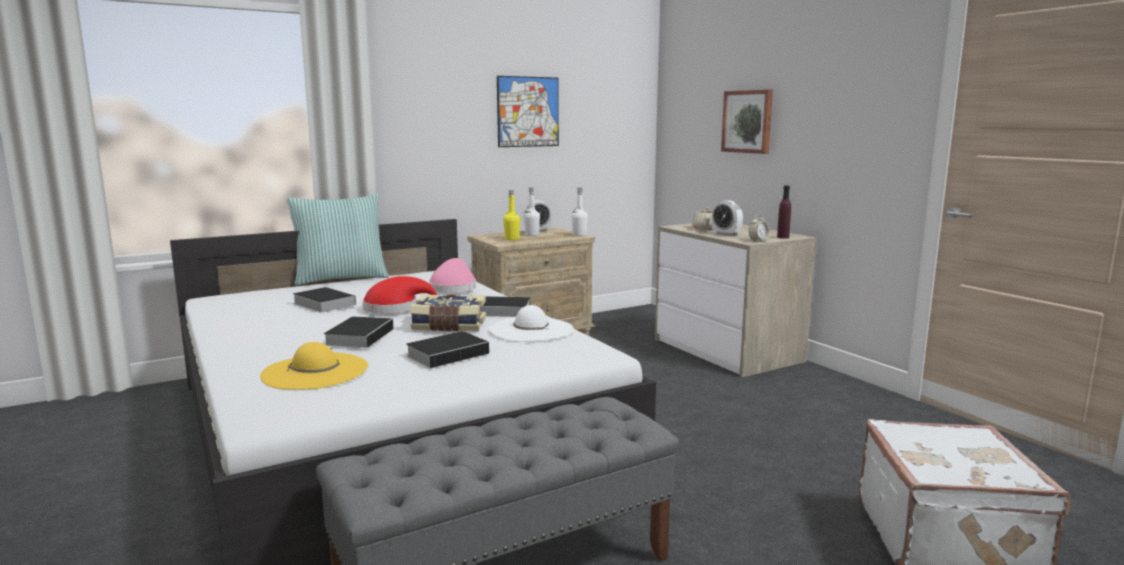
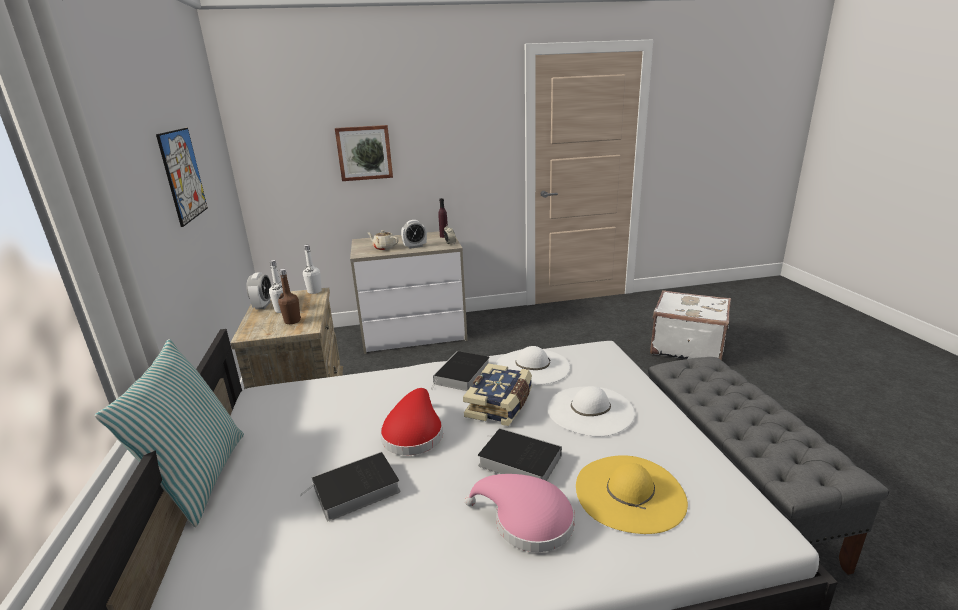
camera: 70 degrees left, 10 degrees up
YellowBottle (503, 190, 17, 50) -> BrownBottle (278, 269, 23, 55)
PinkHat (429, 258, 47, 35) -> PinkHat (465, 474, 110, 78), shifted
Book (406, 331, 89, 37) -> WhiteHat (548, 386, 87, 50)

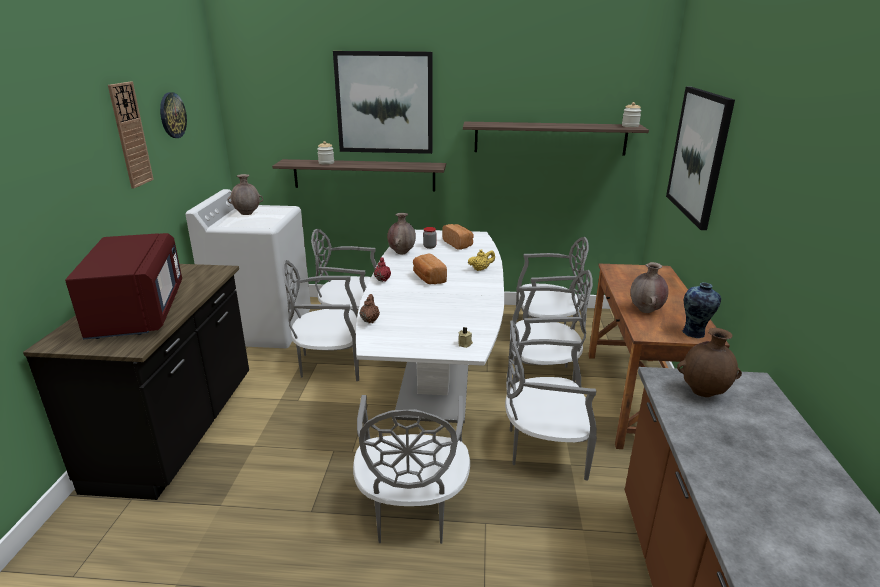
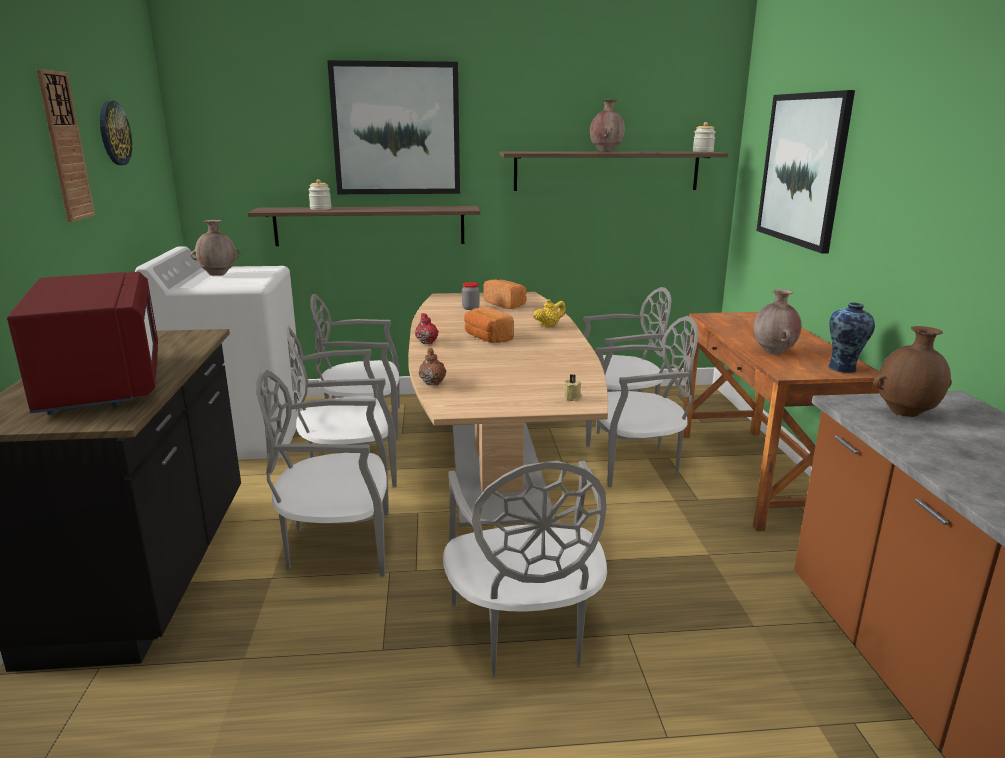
camera: 10 degrees left, 5 degrees down
GreyChair (505, 321, 92, 159) -> GreyChair (256, 370, 133, 207), shifted
WhiteDiningTable (356, 230, 148, 193) -> BrownDiningTable (408, 292, 200, 235)
BrownVase (387, 213, 29, 41) -> BrownVase (590, 100, 35, 52), shifted

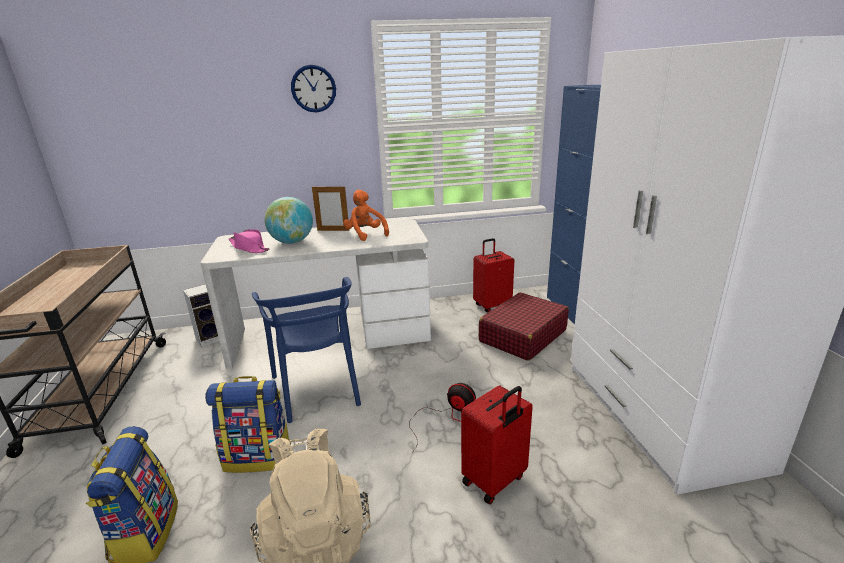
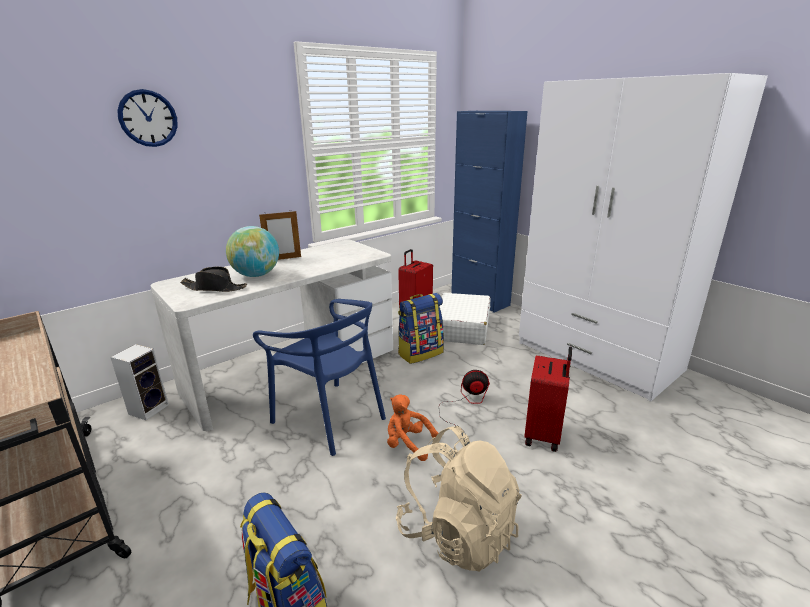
camera: 30 degrees left, 0 degrees up
WallClock (291, 65, 45, 48) -> WallClock (117, 89, 61, 58), shifted
PinkHat (229, 229, 41, 24) -> BlackHat (180, 266, 67, 26)
OrangePlushToy (343, 190, 46, 51) -> OrangePlushToy (387, 394, 51, 67), shifted
Backpack (205, 376, 86, 97) -> Backpack (398, 293, 46, 71), shifted
RedSuitcase (479, 292, 90, 69) -> WhiteSuitcase (440, 293, 50, 52)

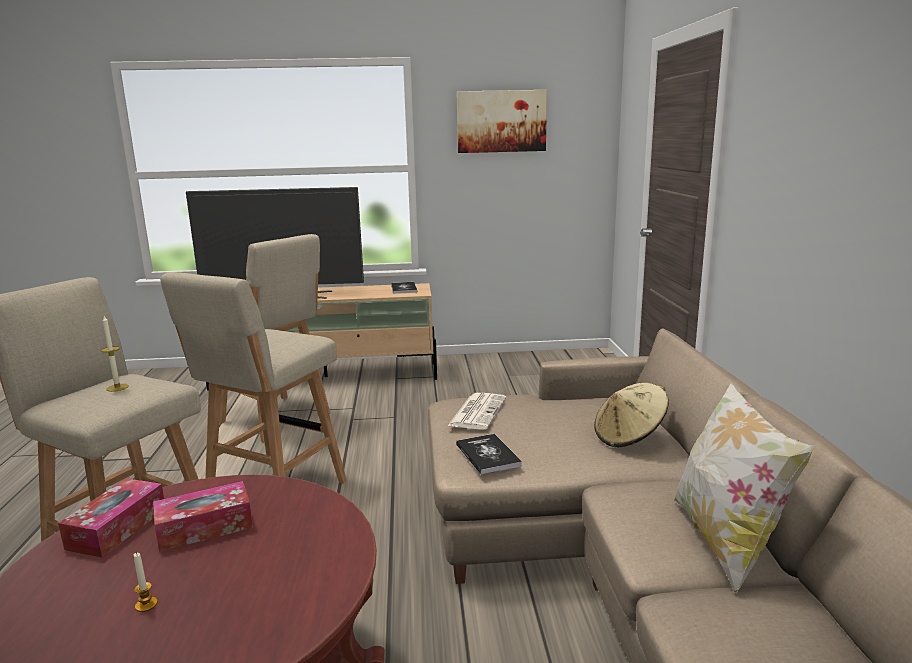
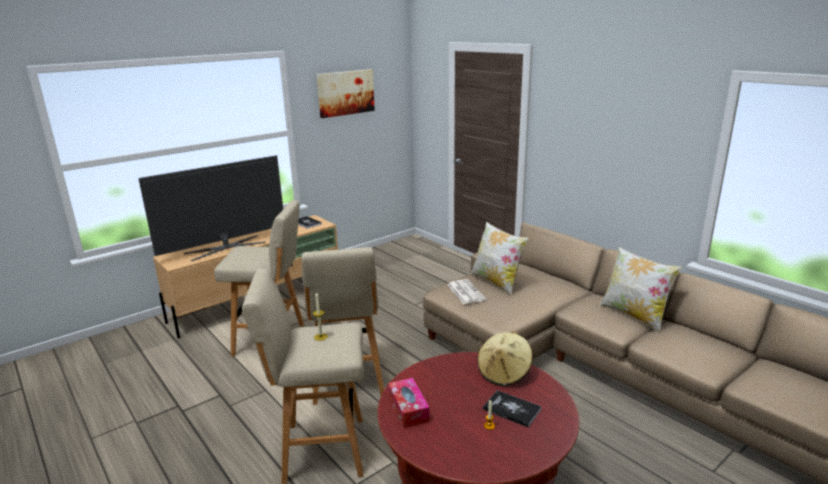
camera: 35 degrees left, 5 degrees up
none -> Pillow (471, 222, 58, 74)
BeigeHat (594, 383, 75, 65) -> BeigeHat (477, 332, 56, 54), shifted
Book (456, 434, 66, 41) -> Book (483, 390, 59, 37), shifted
TissueBox (153, 481, 100, 71) -> none

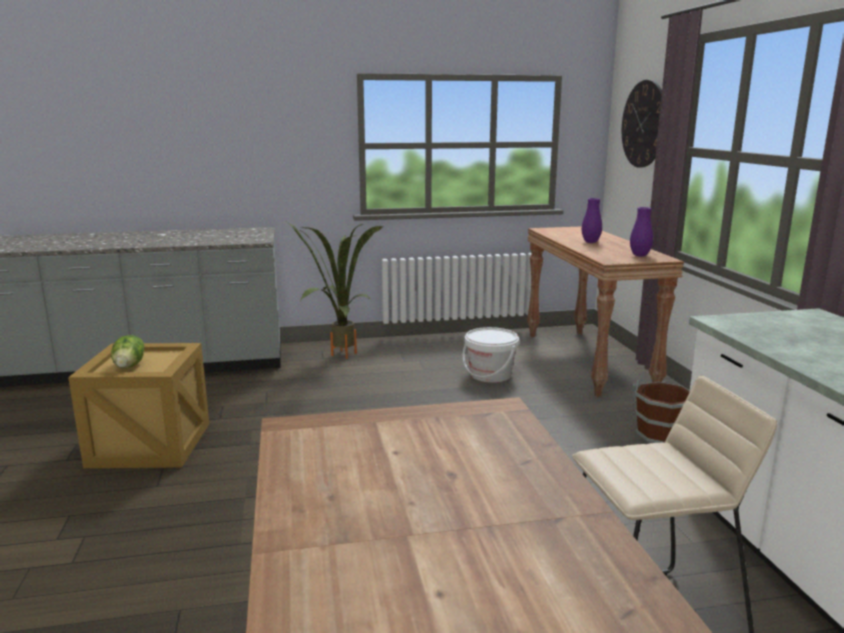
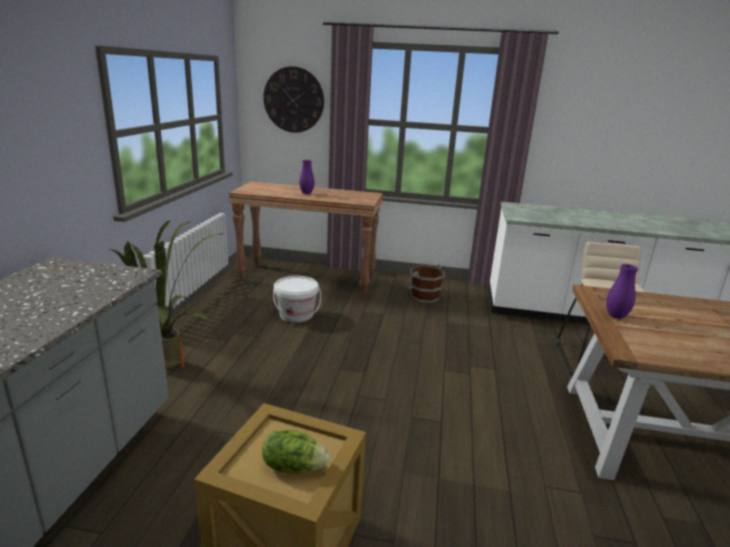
camera: 70 degrees left, 5 degrees up
PurpleVase (630, 207, 23, 50) -> PurpleVase (606, 264, 32, 55), shifted

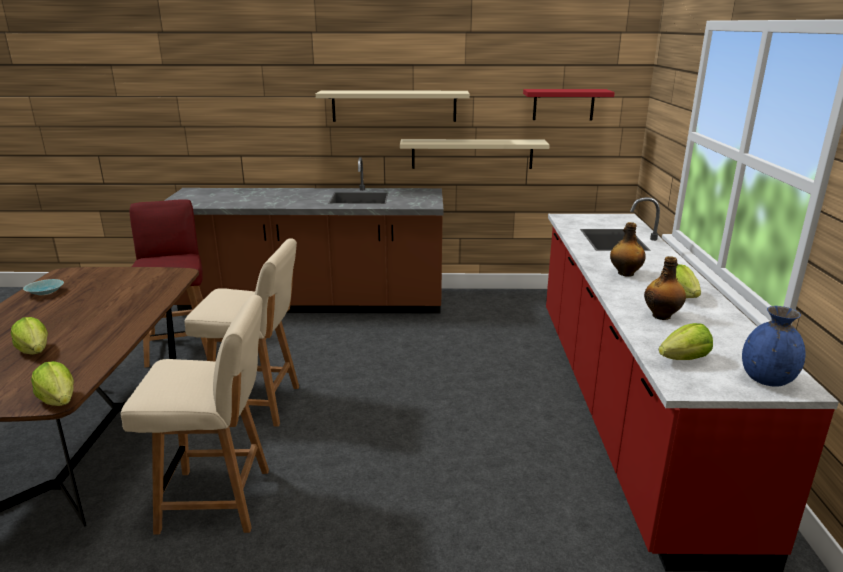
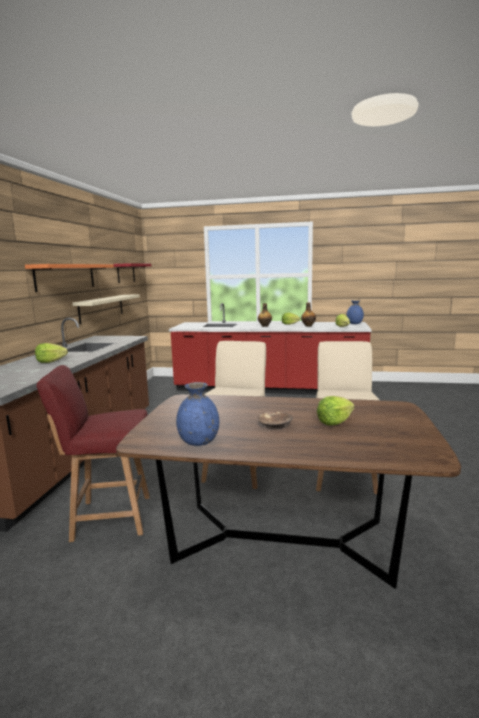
camera: 80 degrees left, 10 degrees down
BeigeShelf (316, 91, 154, 31) -> OrangeShelf (25, 264, 89, 28)
Lettuce (31, 361, 43, 45) -> Lettuce (35, 343, 33, 20), shifted
TurquoiseBowl (23, 279, 41, 16) -> BlueVase (176, 382, 43, 64)
none -> BrownBowl (258, 411, 35, 19)

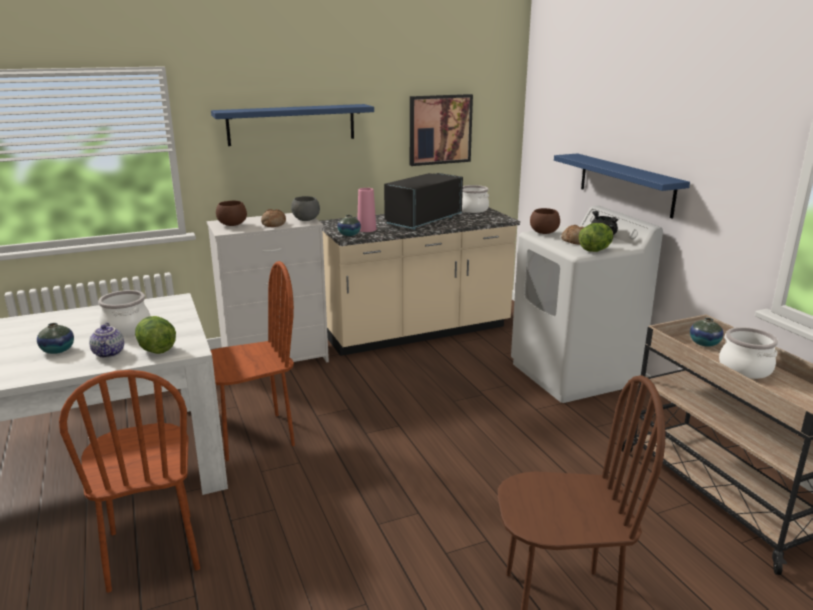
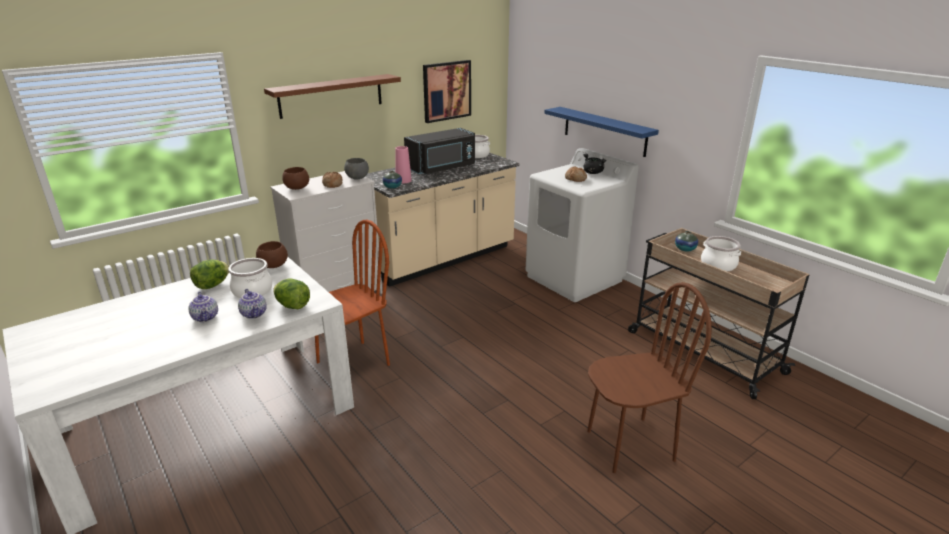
camera: 15 degrees left, 5 degrees up
Vase (37, 323, 37, 31) -> Teapot (188, 292, 30, 30)
Lettuce (579, 223, 34, 29) -> Lettuce (190, 259, 39, 30), shifted
BrownBowl (530, 208, 30, 26) -> BrownBowl (256, 241, 32, 27), shifted
BlueShelf (211, 104, 163, 42) -> BrownShelf (264, 74, 137, 45)
BlackMicrowave (384, 173, 79, 57) -> BlackMicrowave (404, 128, 71, 46), 150 degrees counterclockwise
BrownChair (59, 370, 141, 223) -> none

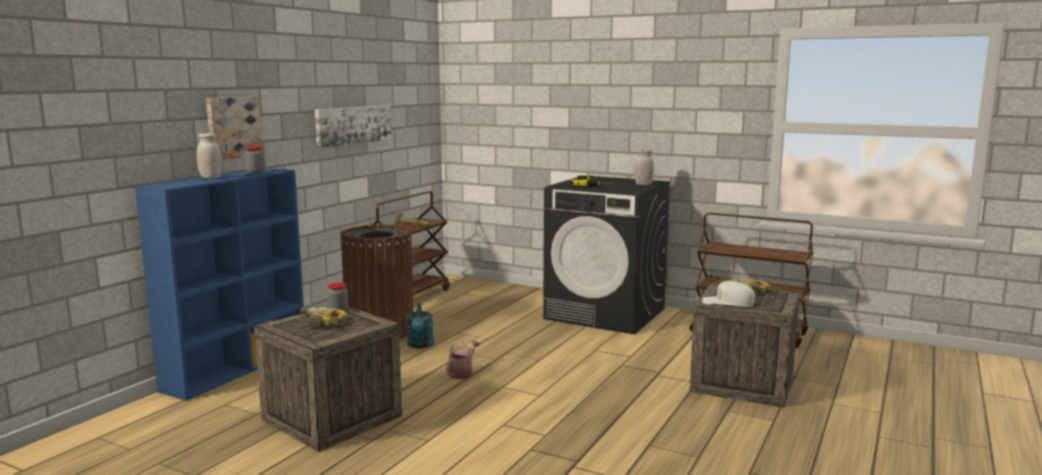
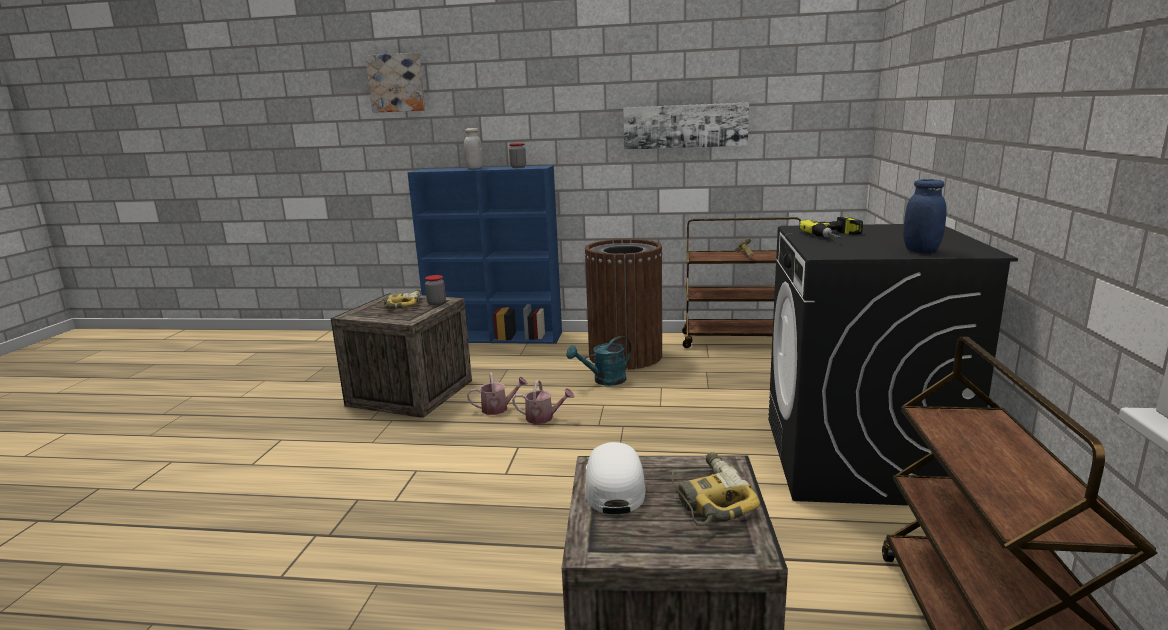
camera: 70 degrees right, 5 degrees up
Picture (206, 97, 56, 63) -> Picture (365, 53, 60, 60), shifted
none -> WateringCan (467, 372, 61, 43)
WhiteJar (634, 149, 20, 36) -> BlueJar (903, 179, 44, 74)

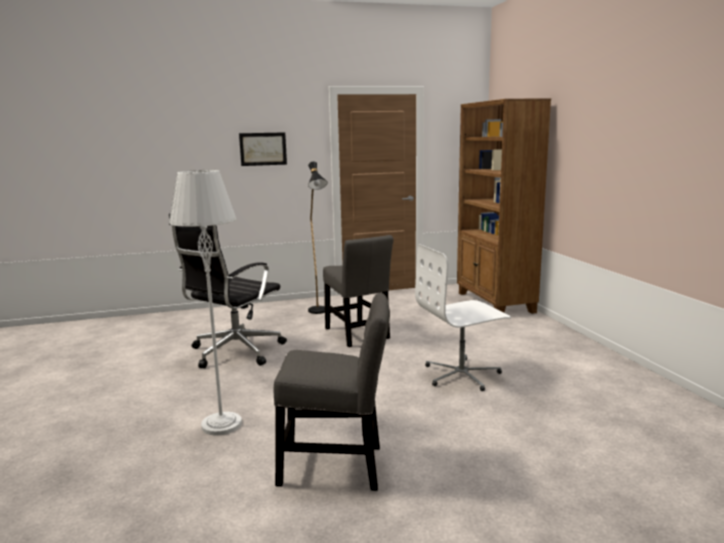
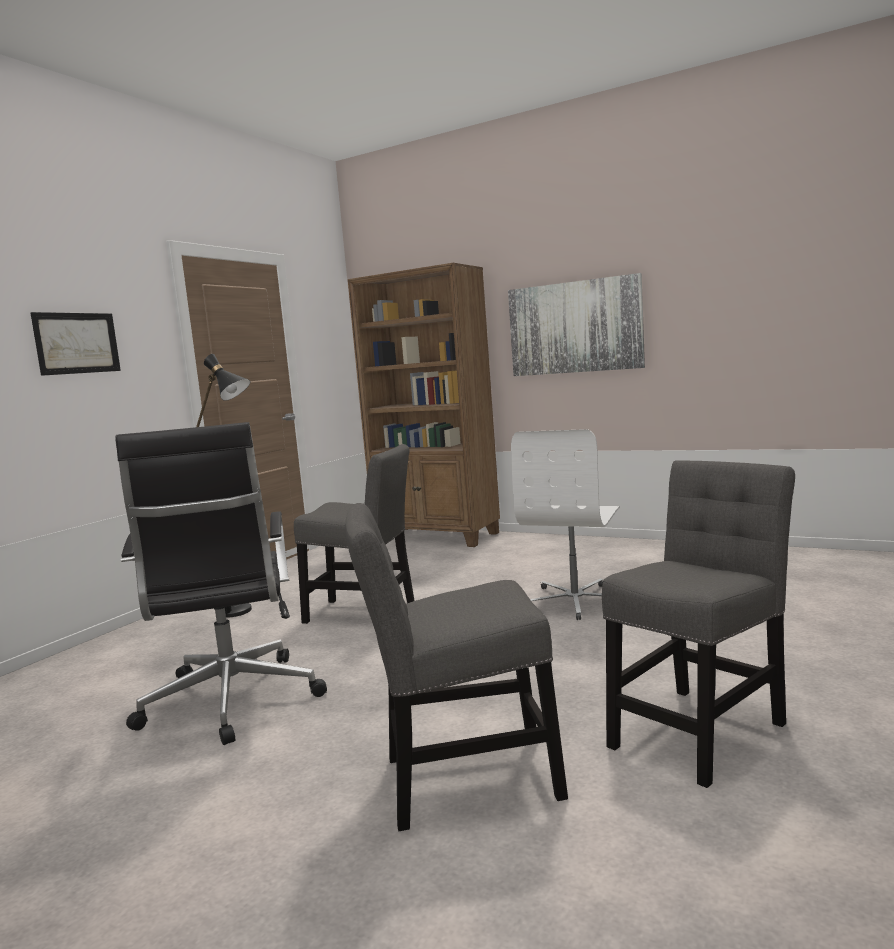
camera: 45 degrees left, 5 degrees down
GreyFloorLamp (169, 170, 73, 265) -> GreyChair (345, 503, 223, 328)
none -> Picture (508, 273, 137, 103)

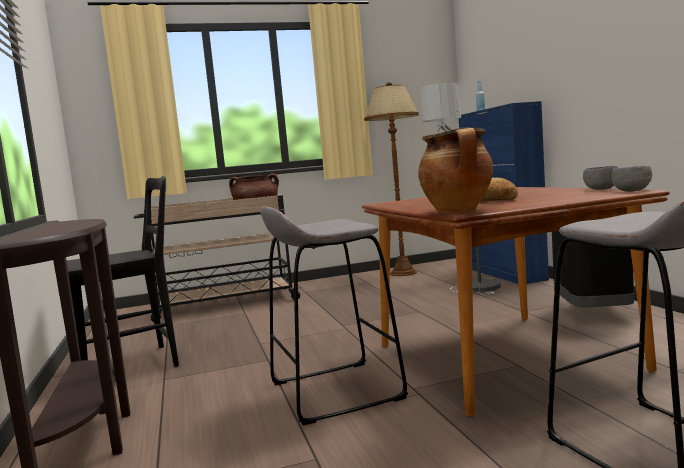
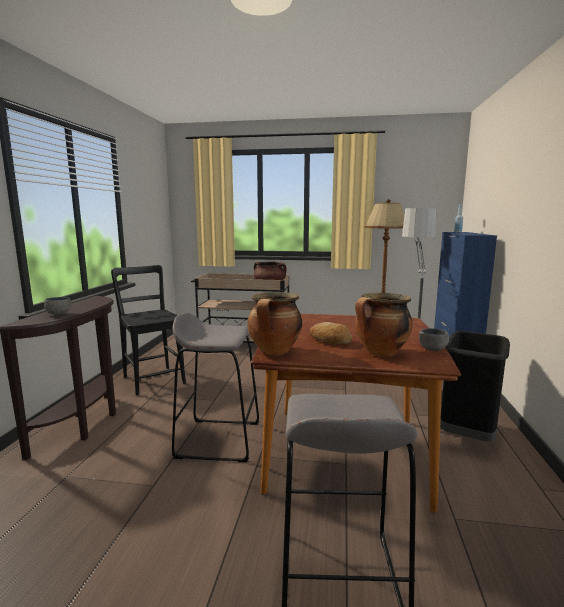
camera: 25 degrees right, 5 degrees up
GreyBowl (612, 166, 40, 26) -> GreyBowl (44, 297, 28, 18), shifted
BlackChair (67, 176, 112, 191) -> BlackChair (111, 265, 75, 131), 120 degrees counterclockwise
none -> CookingPot (355, 293, 58, 64)

